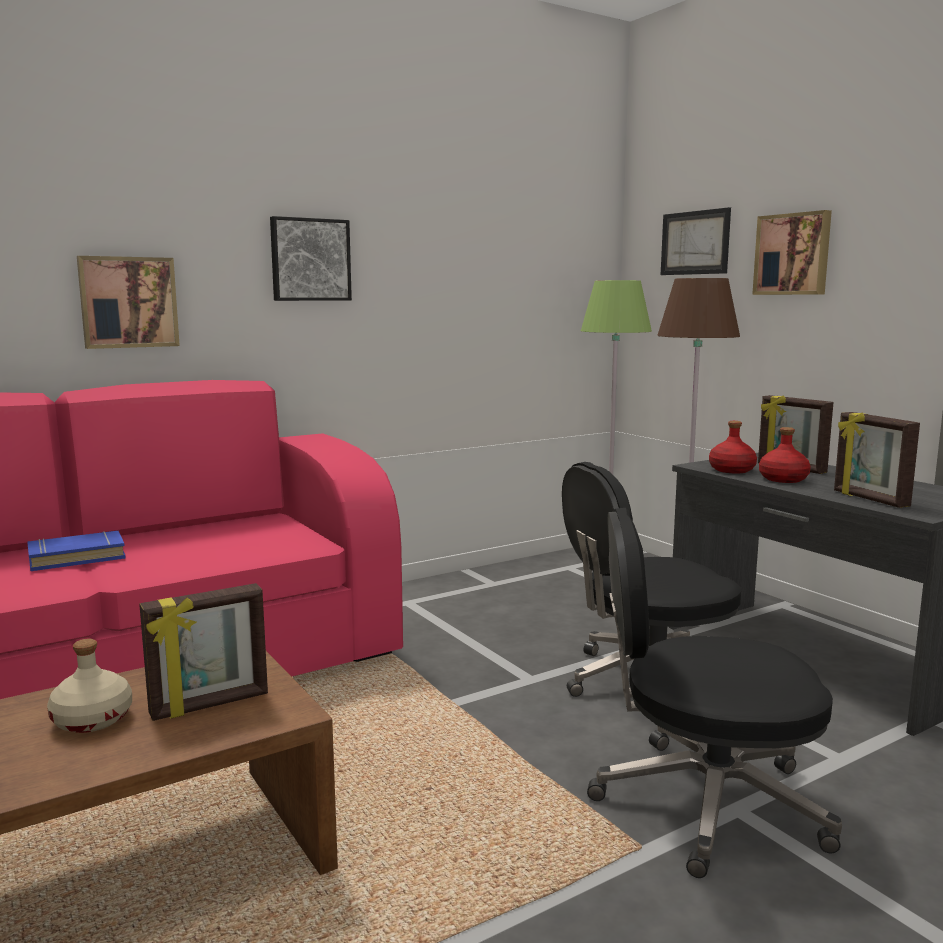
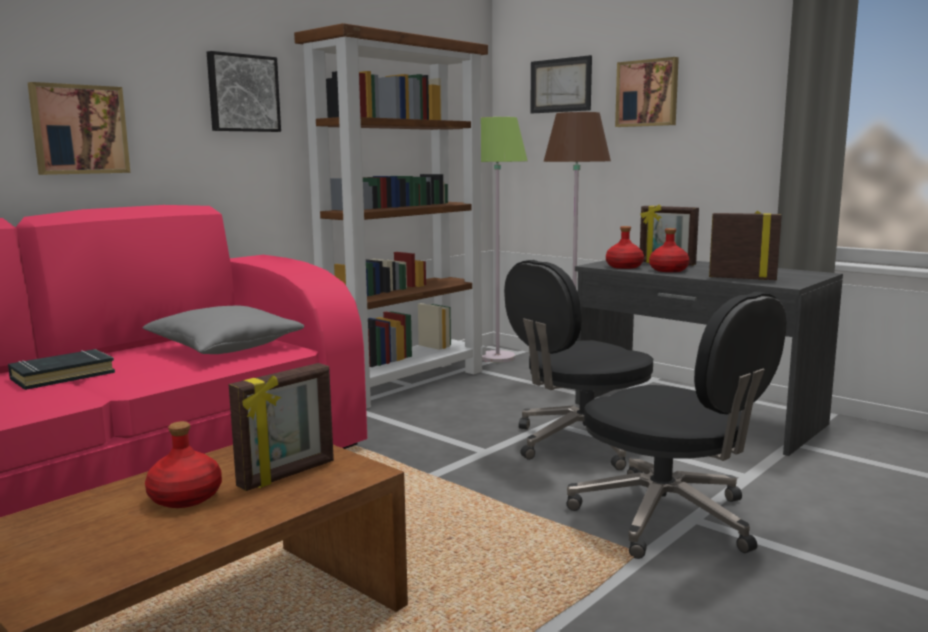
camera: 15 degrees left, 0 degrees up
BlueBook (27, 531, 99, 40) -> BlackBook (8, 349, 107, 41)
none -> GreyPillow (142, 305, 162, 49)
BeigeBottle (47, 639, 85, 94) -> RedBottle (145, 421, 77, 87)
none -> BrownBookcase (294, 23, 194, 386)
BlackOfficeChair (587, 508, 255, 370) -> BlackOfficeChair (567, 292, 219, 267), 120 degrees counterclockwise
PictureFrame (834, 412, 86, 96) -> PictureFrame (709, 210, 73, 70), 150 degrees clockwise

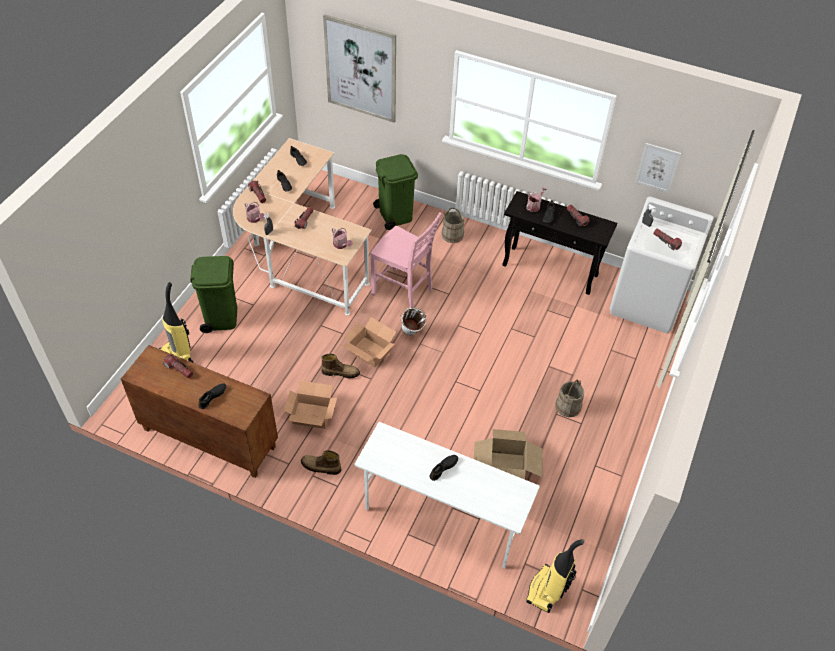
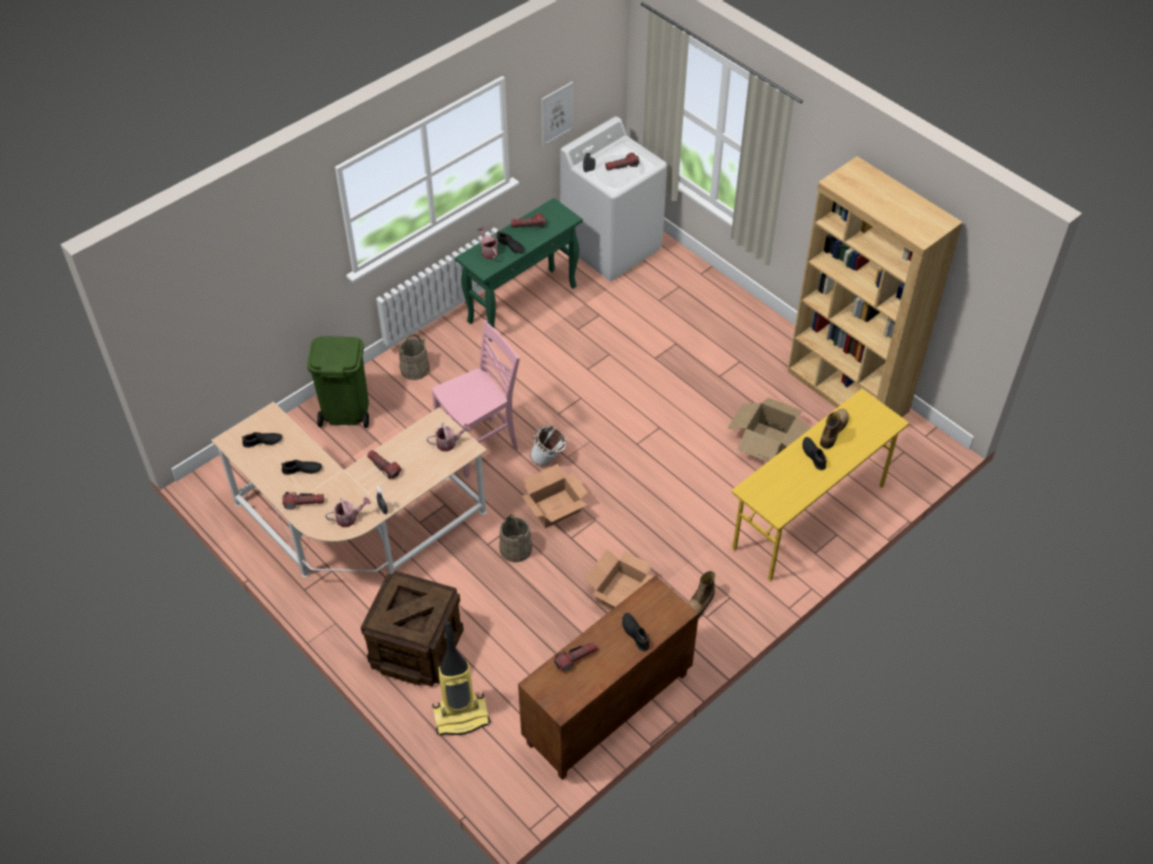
camera: 65 degrees left, 0 degrees up
GreenTrashCan (190, 256, 47, 77) -> Crate (361, 571, 103, 116)
BlackConsoleTable (502, 191, 115, 104) -> GreenConsoleTable (455, 198, 128, 144)
BeigeBucket (555, 379, 29, 38) -> BeigeBucket (499, 514, 33, 48), shifted
WhiteDesk (355, 422, 185, 147) -> YellowDesk (732, 389, 177, 192)
none -> BrownBookcase (787, 156, 176, 261)
Boot (321, 354, 39, 24) -> Boot (820, 409, 29, 40), shifted
Picture (323, 14, 73, 109) -> none
VacuumCleaner (526, 539, 58, 74) -> none

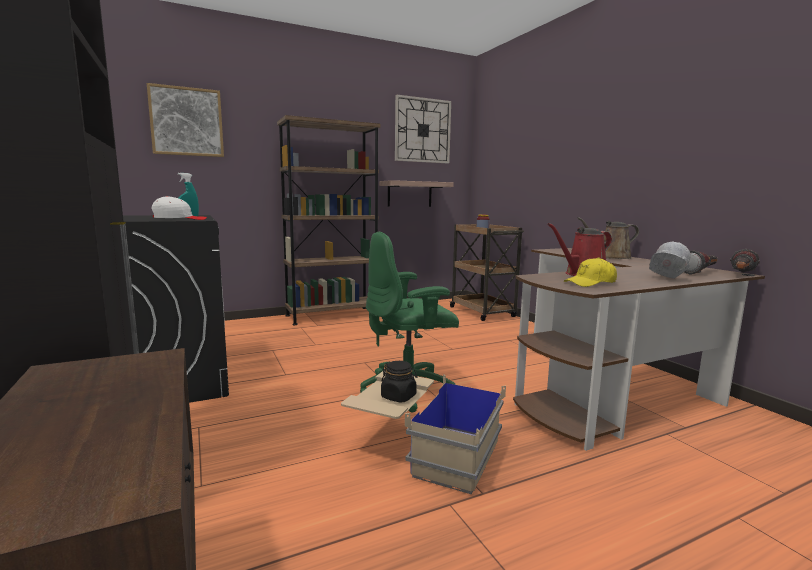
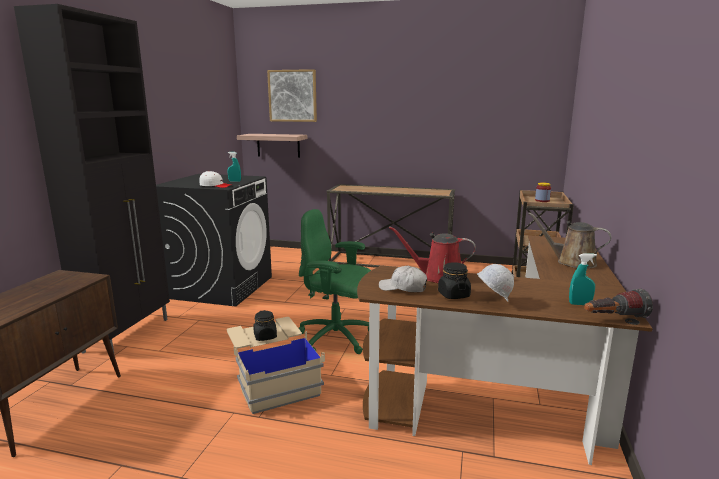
camera: 40 degrees right, 5 degrees up
Shelf (379, 180, 75, 27) -> Shelf (237, 134, 70, 24), shifted
BrownBookcase (277, 115, 104, 210) -> ConsoleTable (326, 184, 129, 84)
YellowCap (564, 257, 53, 30) -> WhiteCap (379, 266, 48, 26)
none -> BlackJar (438, 262, 33, 37)
Flashlight (685, 250, 33, 25) -> TurquoiseSprayBottle (569, 253, 28, 52)
WallClock (395, 94, 56, 69) -> none

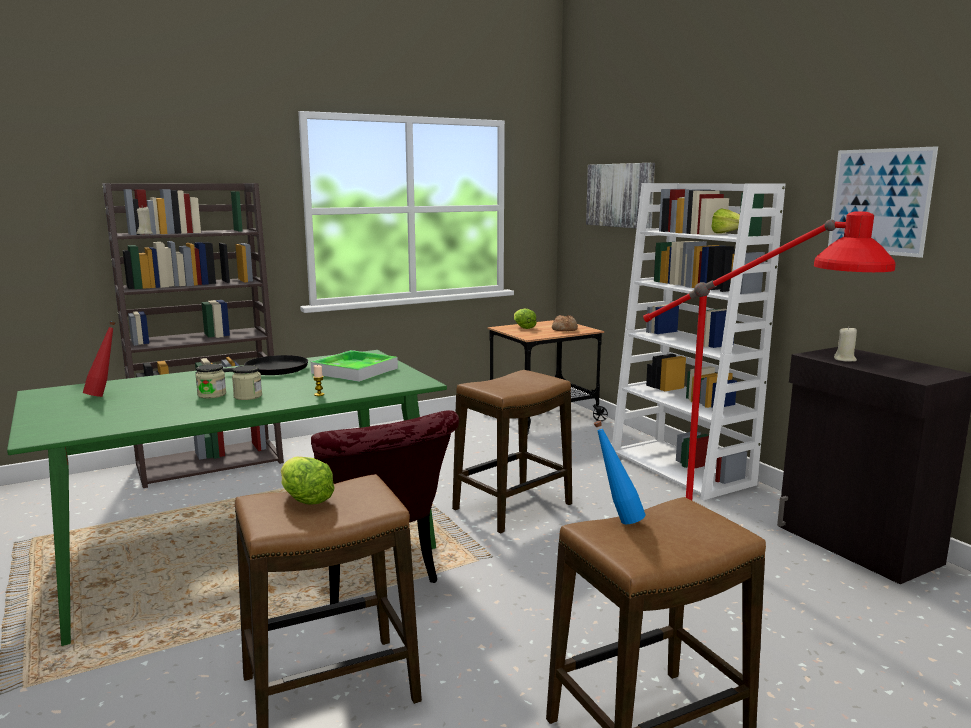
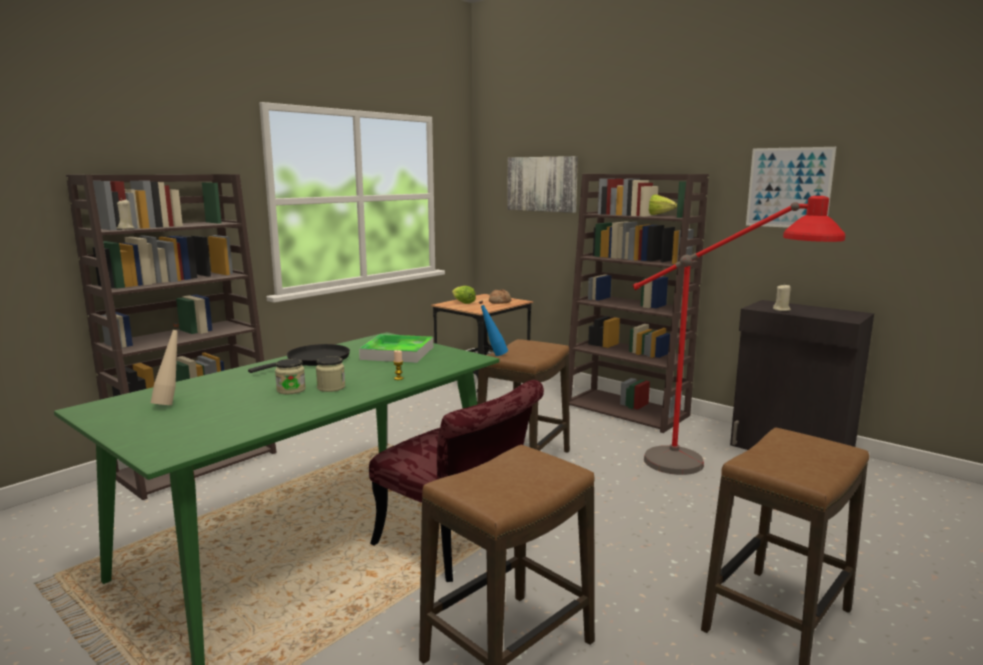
camera: 20 degrees left, 0 degrees up
RedBottle (83, 321, 32, 76) -> BeigeBottle (151, 323, 29, 82)
BlueBottle (594, 421, 52, 103) -> BlueBottle (479, 301, 29, 55), shifted
WhiteBookcase (612, 183, 173, 317) -> BrownBookcase (569, 174, 140, 259)
Lettuce (281, 456, 54, 49) -> none

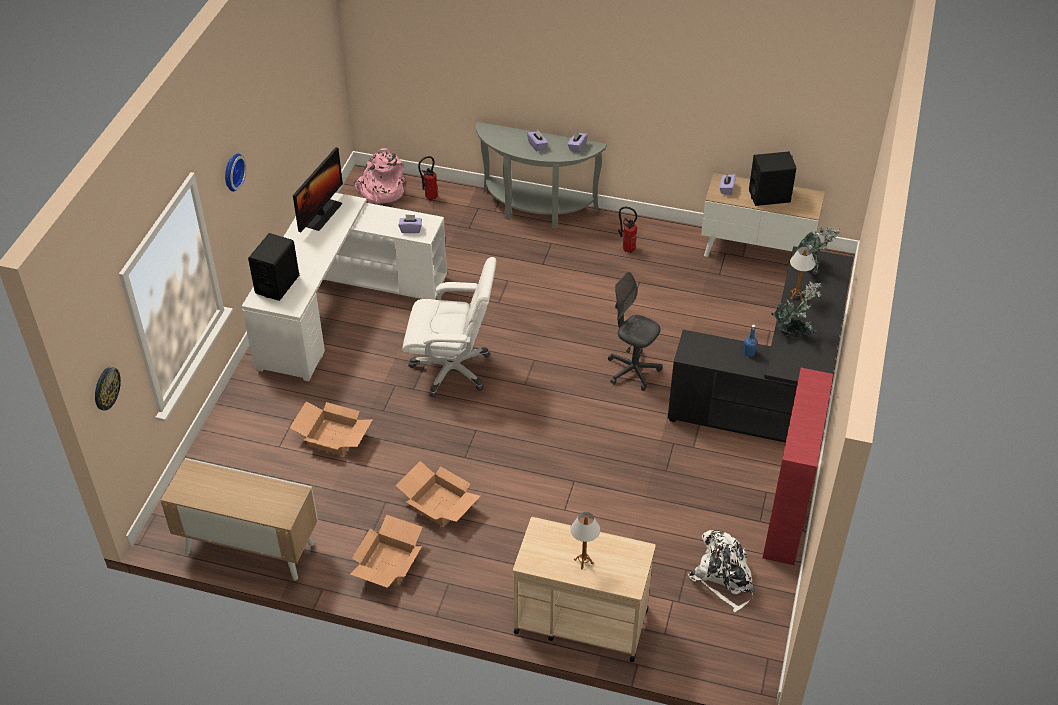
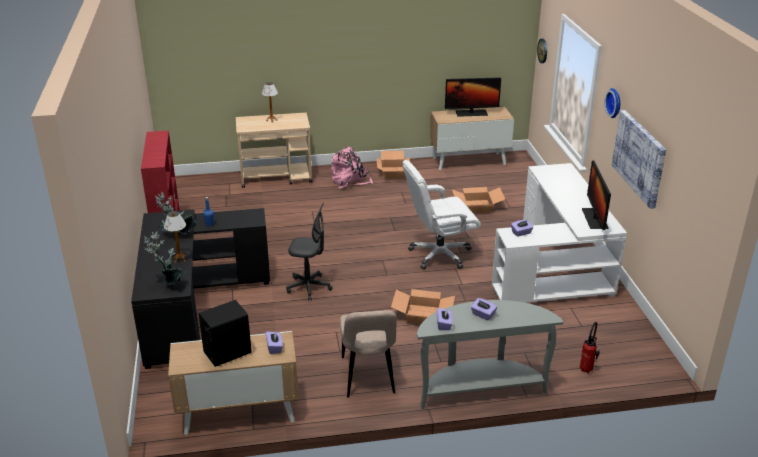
camera: 155 degrees right, 15 degrees down
PinkBackpack (354, 148, 52, 56) -> PinkBackpack (331, 146, 42, 42), shifted
FireExtinguisher (618, 207, 19, 46) -> BeigeChair (340, 310, 57, 88)
CardboardBox (396, 461, 84, 65) -> CardboardBox (391, 289, 64, 35), shifted
none -> Monitor (445, 77, 56, 40)
none -> Picture (612, 110, 54, 99)
BlackSpeaker (248, 233, 51, 68) -> none
WhiteBackpack (688, 530, 67, 82) -> none

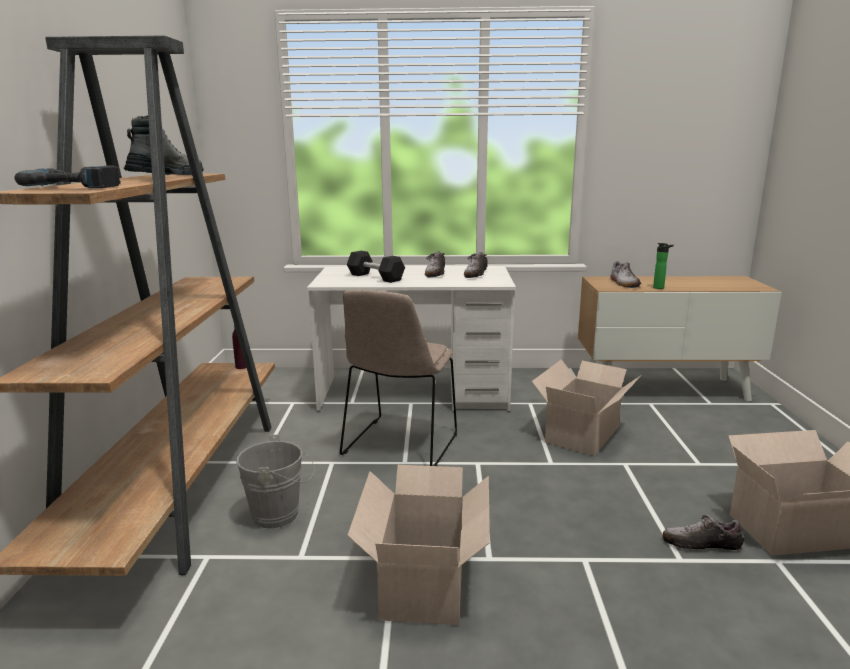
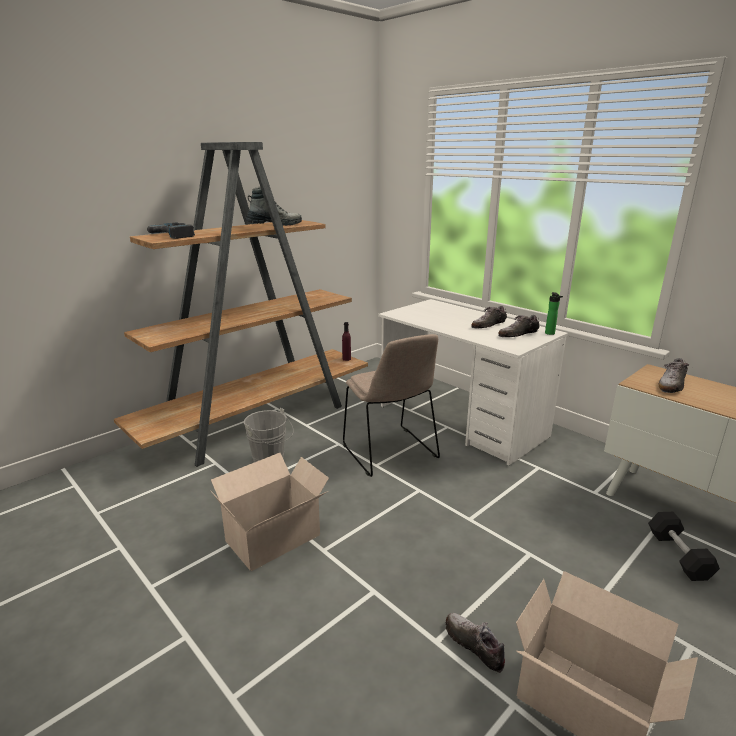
camera: 45 degrees right, 5 degrees up
BeigeChair (340, 290, 117, 176) -> BeigeChair (343, 334, 97, 143), 90 degrees counterclockwise
Bottle (653, 243, 21, 46) -> Bottle (545, 292, 18, 43), shifted
BlackDumbbell (347, 251, 58, 32) -> BlackDumbbell (648, 512, 72, 69), shifted
CardboardBox (532, 359, 109, 97) -> none

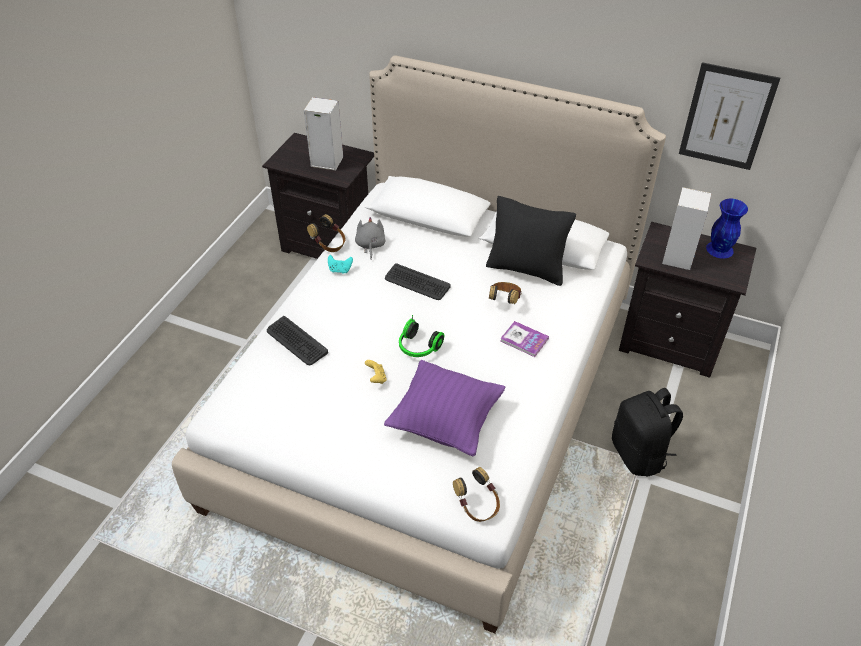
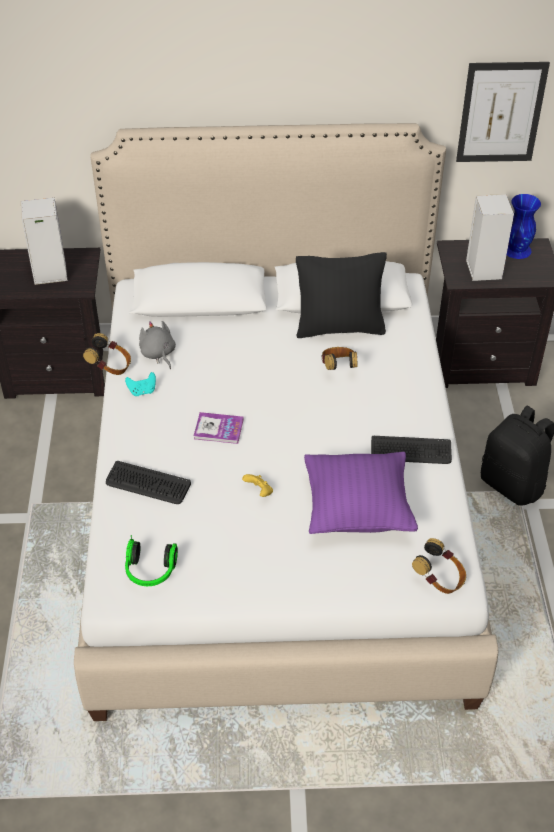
camera: 25 degrees left, 0 degrees up
Headphones (399, 315, 45, 42) -> Headphones (125, 535, 53, 51), shifted
Book (500, 321, 49, 36) -> Book (194, 412, 50, 32), shifted
Keyboard (385, 263, 65, 37) -> Keyboard (371, 436, 81, 28), shifted

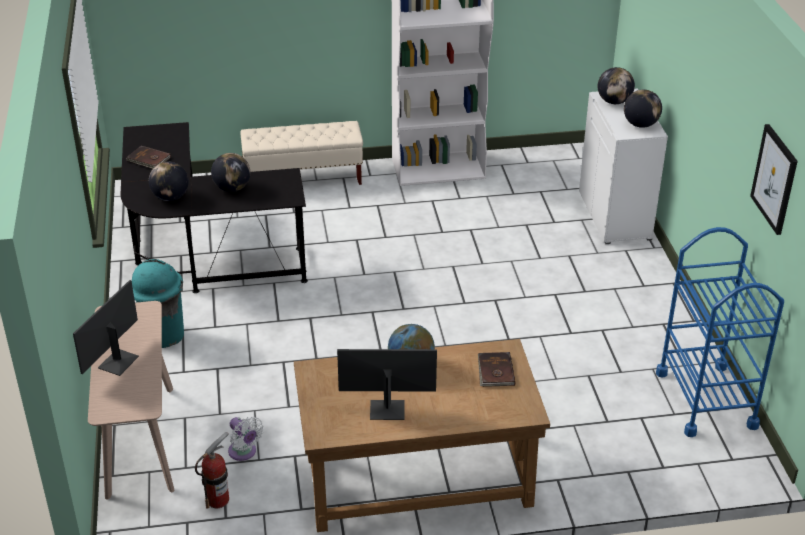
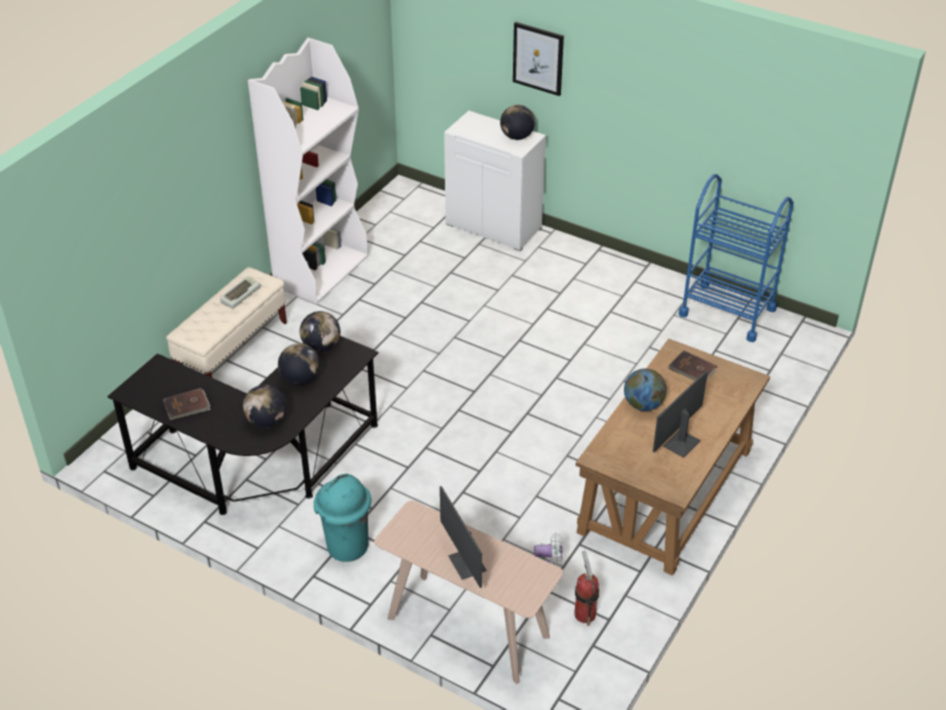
camera: 50 degrees left, 5 degrees up
none -> Keyboard (220, 276, 41, 33)
Globe (598, 67, 37, 37) -> Globe (300, 311, 40, 41), shifted
Picture (750, 124, 48, 111) -> Picture (513, 22, 51, 74), shifted

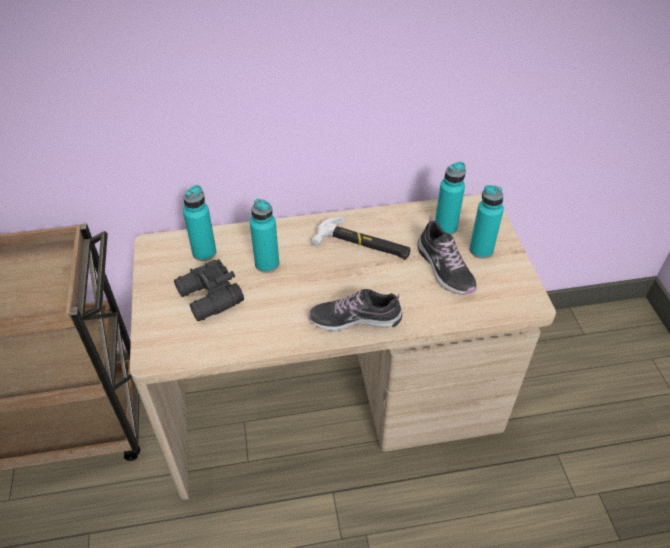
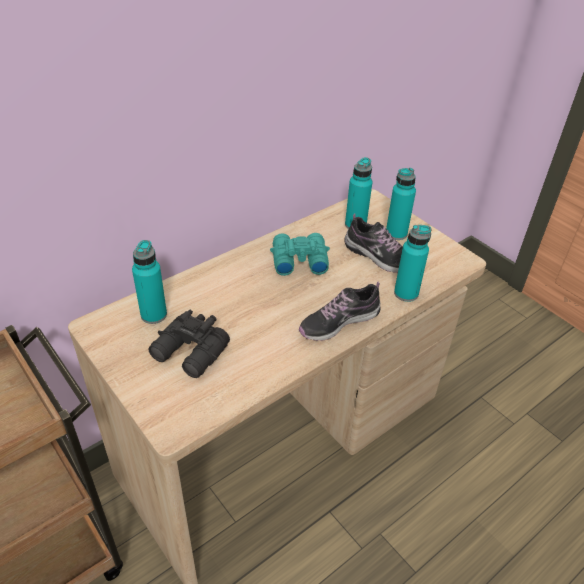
camera: 30 degrees left, 5 degrees down
Hammer (311, 217, 100, 43) -> TurquoiseBinoculars (270, 233, 60, 43)
TurquoiseBottle (250, 199, 29, 74) -> TurquoiseBottle (394, 225, 37, 77), shifted

